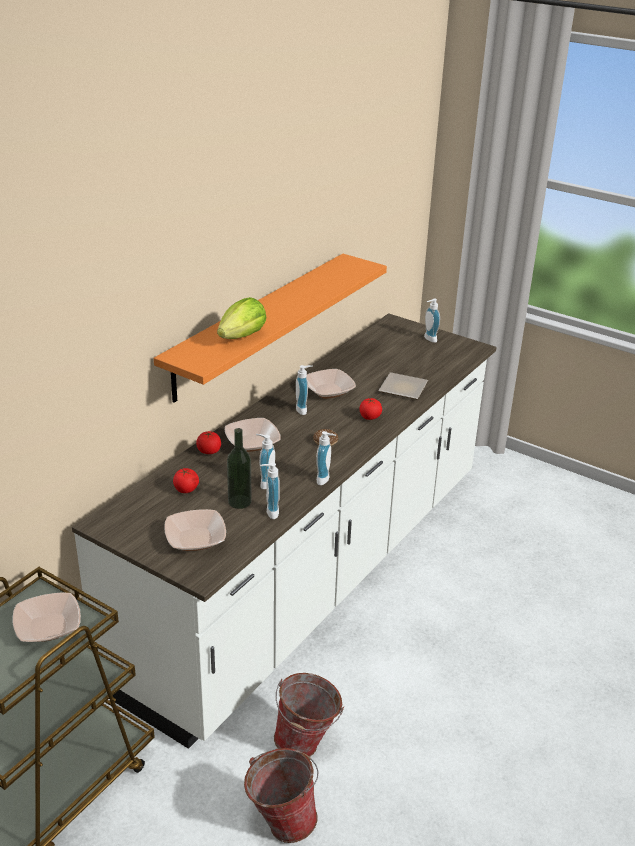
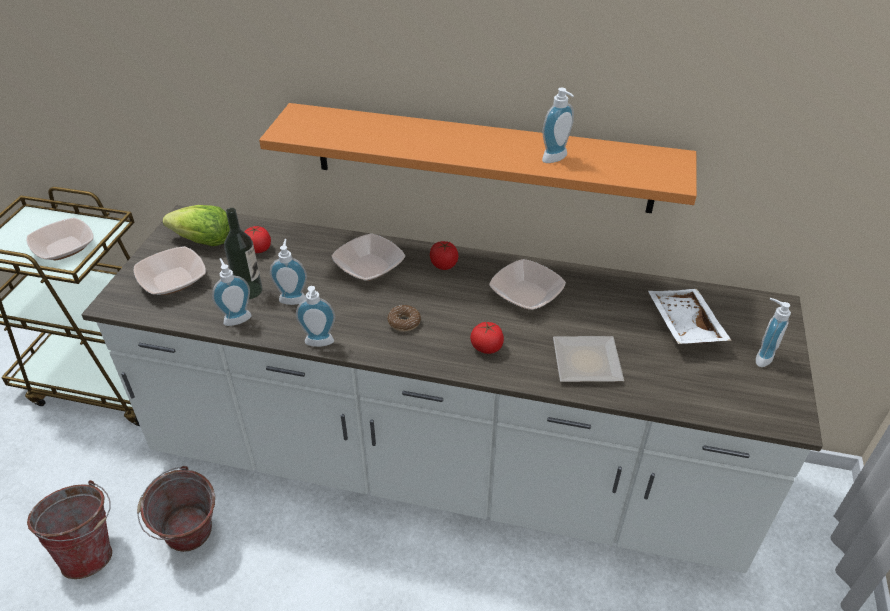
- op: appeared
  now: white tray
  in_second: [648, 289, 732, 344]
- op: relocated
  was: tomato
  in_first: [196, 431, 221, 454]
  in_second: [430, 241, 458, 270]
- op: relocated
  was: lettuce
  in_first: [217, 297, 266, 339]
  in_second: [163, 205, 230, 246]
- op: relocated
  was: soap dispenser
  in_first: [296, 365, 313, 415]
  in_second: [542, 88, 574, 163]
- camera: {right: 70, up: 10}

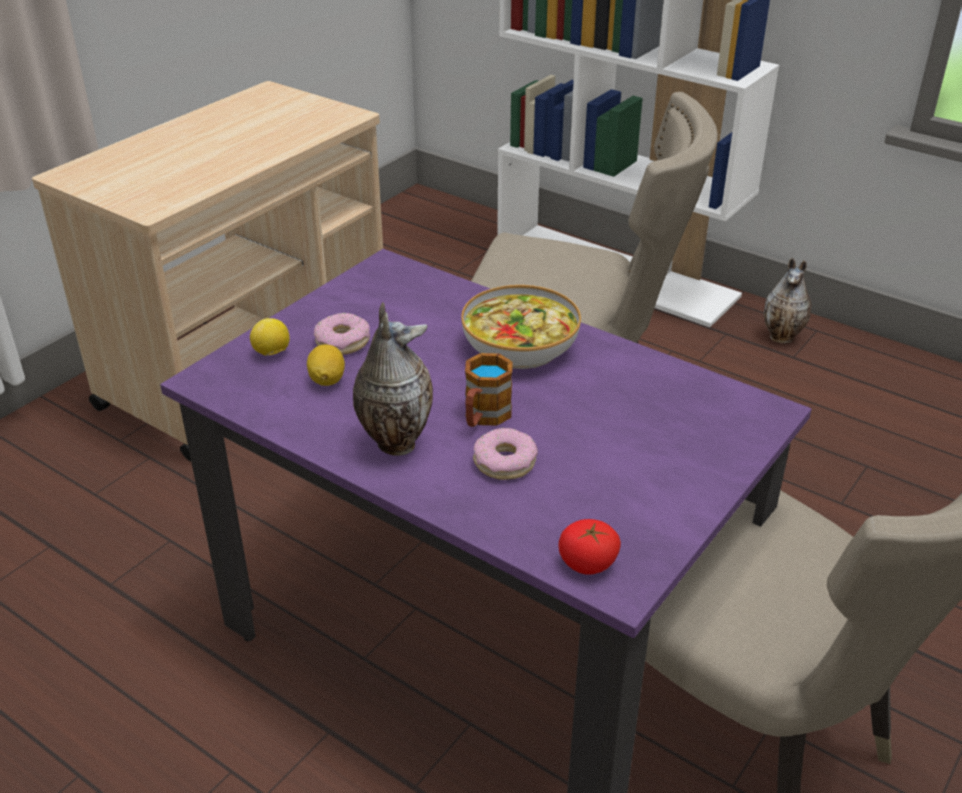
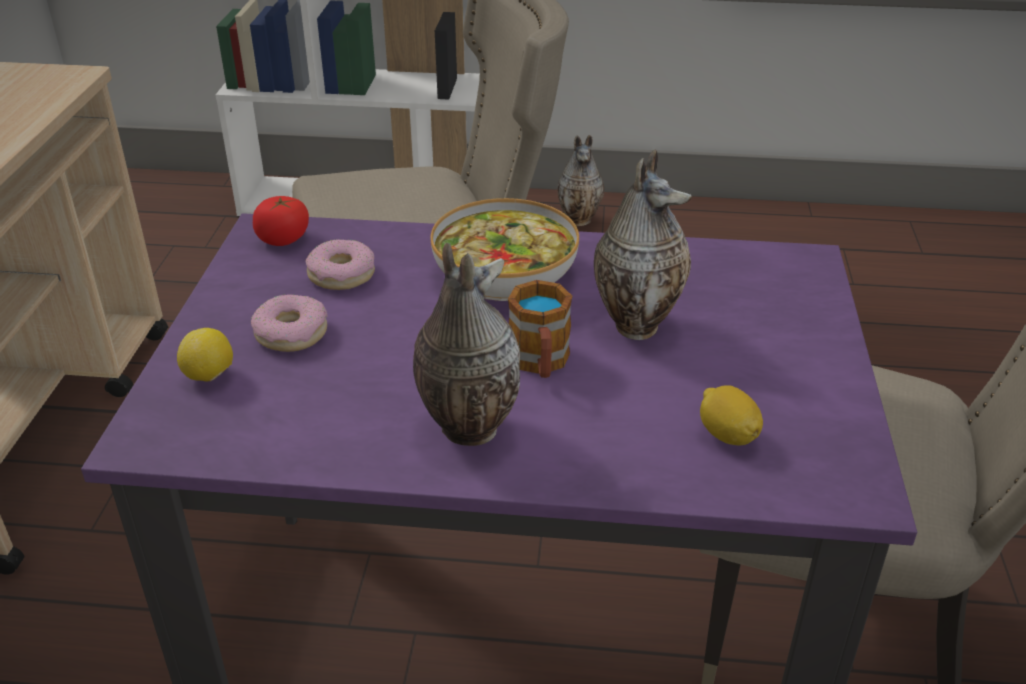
- op: appeared
  now: vase
  in_second: [594, 149, 692, 340]
- op: relocated
  was: lemon
  in_first: [307, 344, 345, 386]
  in_second: [700, 385, 763, 445]
- op: relocated
  was: donut
  in_first: [473, 428, 538, 480]
  in_second: [305, 239, 375, 290]
- op: relocated
  was: tomato
  in_first: [558, 519, 621, 575]
  in_second: [253, 196, 309, 246]
- camera: {right: -30, up: 0}

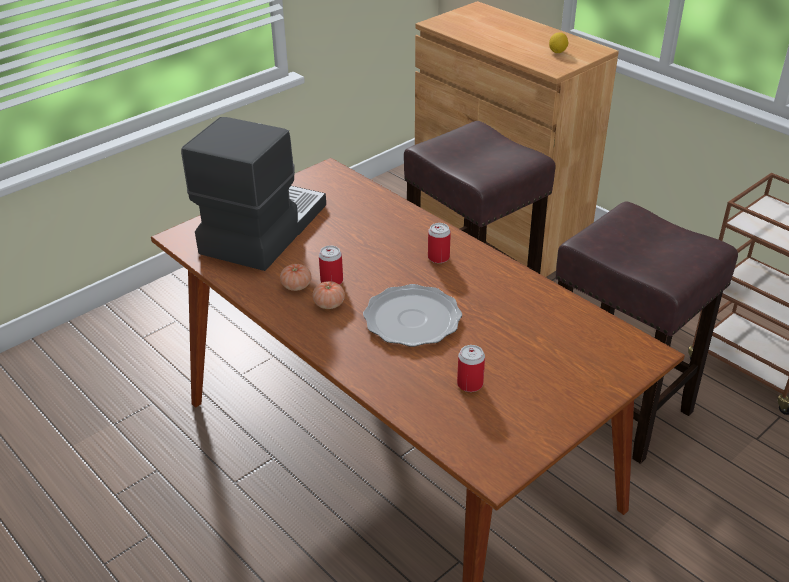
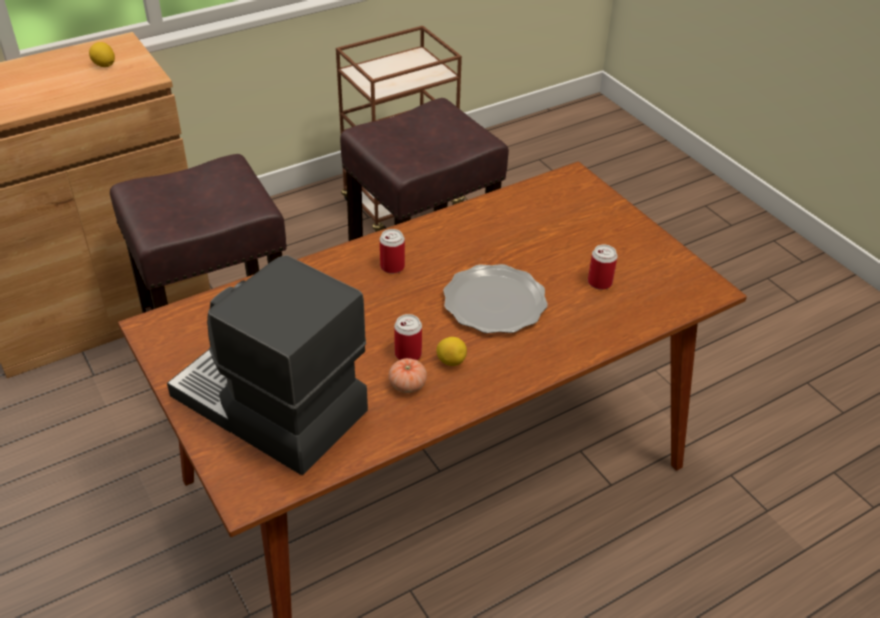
- op: exchanged
  was: tomato
  now: lemon
  in_first: [312, 281, 345, 309]
  in_second: [436, 337, 467, 366]
- camera: {right: -80, up: 5}

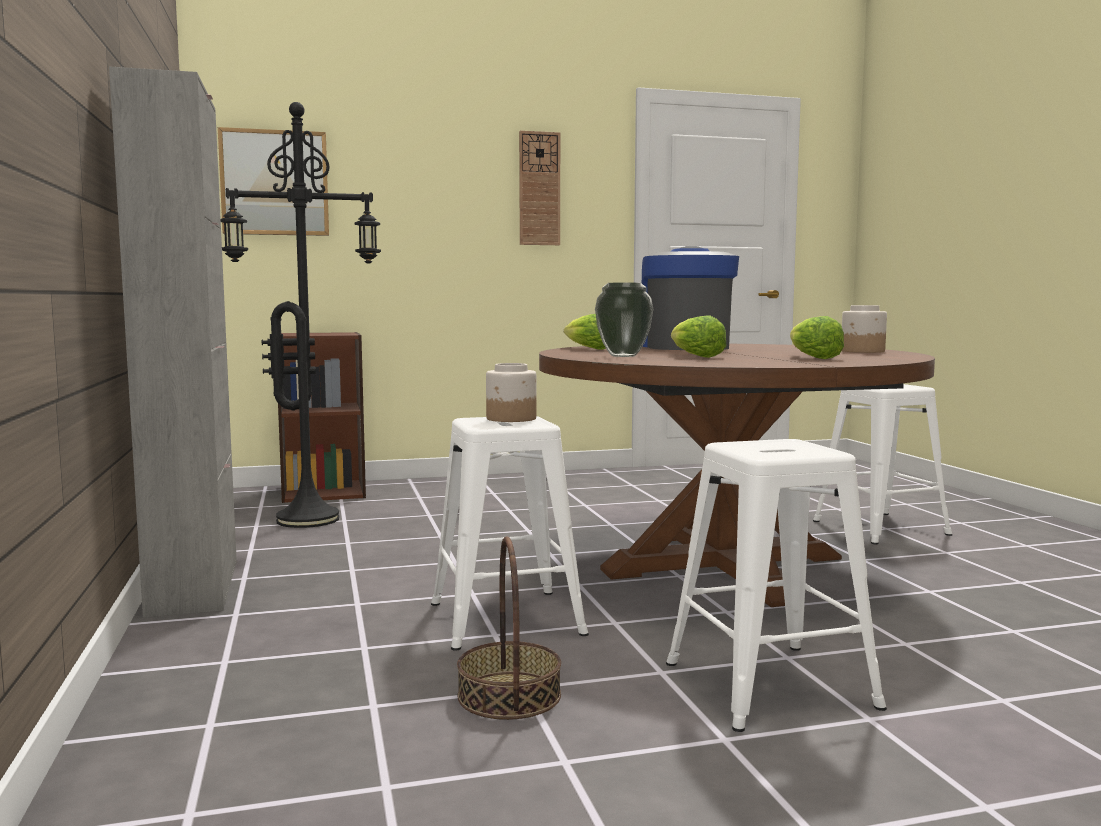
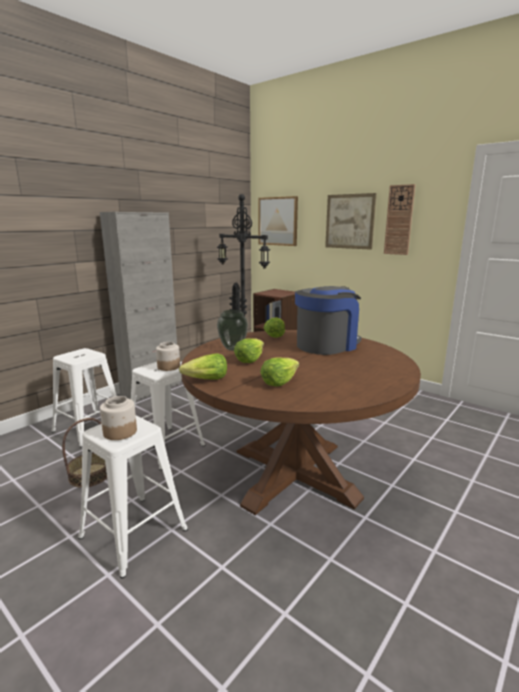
- op: appeared
  now: lettuce
  in_second: [179, 353, 227, 380]
- op: appeared
  now: picture
  in_second: [325, 193, 377, 250]
- op: relocated
  was: white stool
  in_first: [813, 384, 952, 544]
  in_second: [51, 348, 117, 447]
- op: relocated
  was: jar
  in_first: [842, 305, 887, 353]
  in_second: [100, 396, 137, 440]
- camera: {right: 55, up: 10}

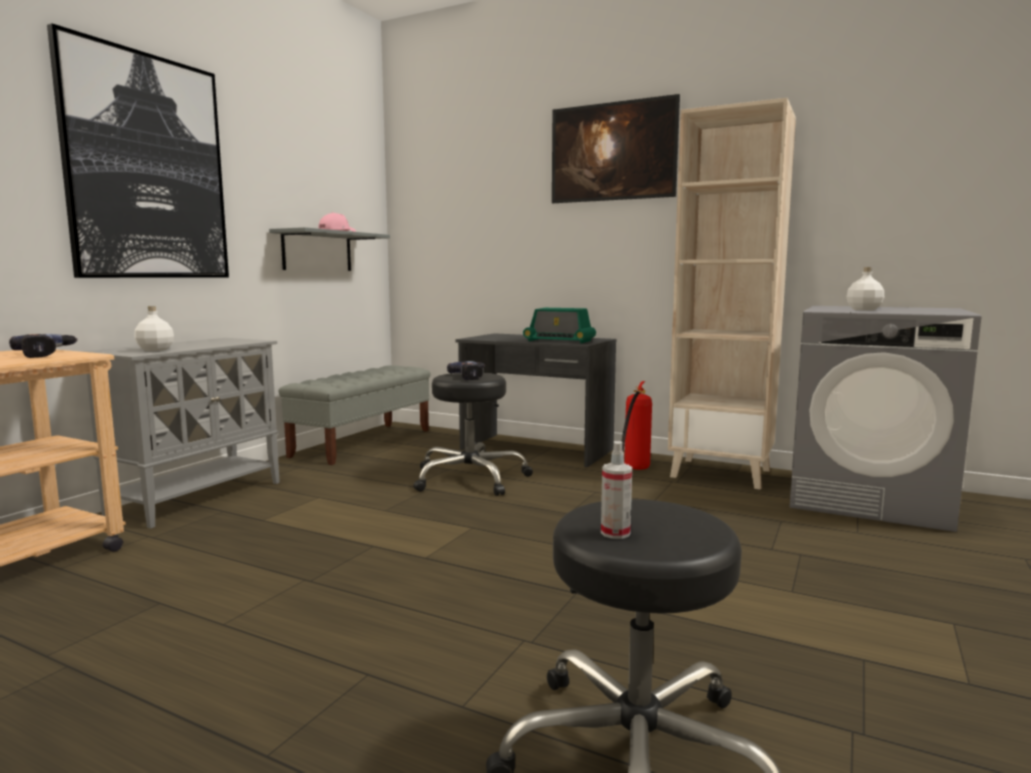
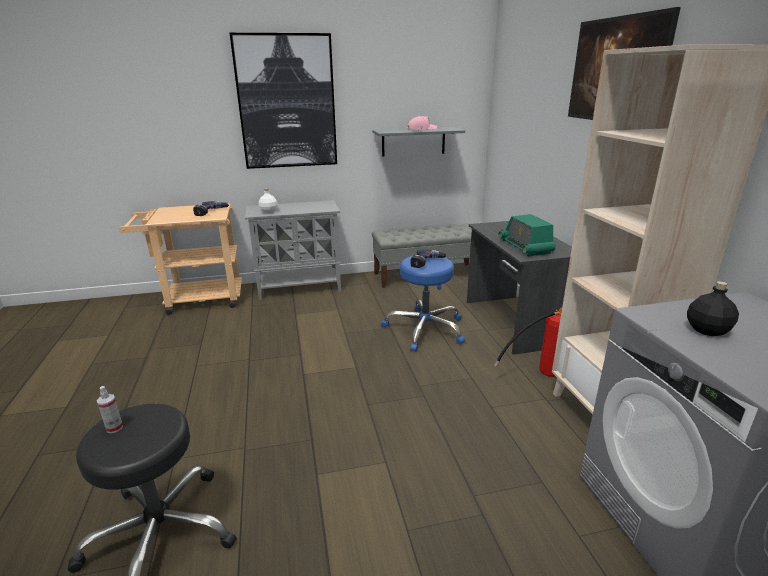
- op: colour
  was: black stool
  now: blue stool
  in_first: [413, 373, 533, 496]
  in_second: [381, 256, 465, 352]
- op: colour
  was: white bottle
  now: black bottle
  in_first: [846, 267, 884, 310]
  in_second: [687, 281, 739, 336]
- camera: {right: 50, up: 15}

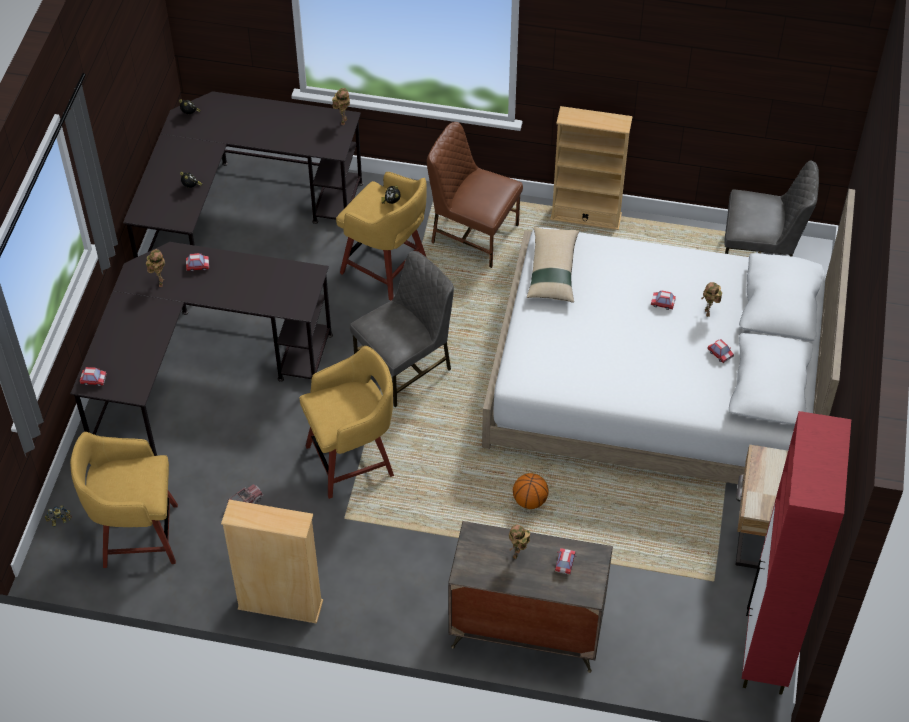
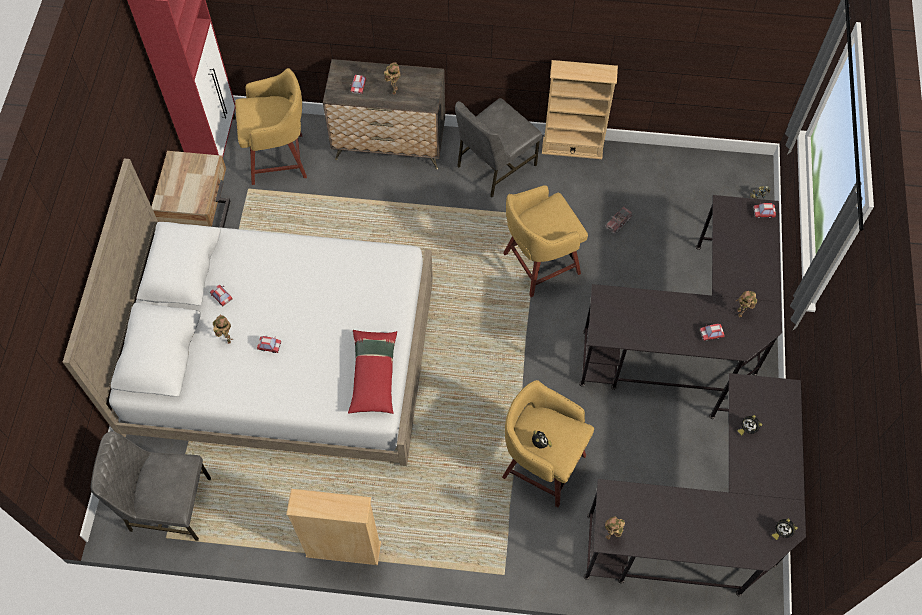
- op: missing
  was: brown chair
  in_first: [427, 122, 523, 268]
- op: missing
  was: basketball
  in_first: [513, 473, 549, 509]
- op: relocated
  was: yellow stool
  in_first: [70, 432, 178, 568]
  in_second: [235, 68, 307, 185]
- op: relocated
  was: grey chair
  in_first: [350, 251, 454, 407]
  in_second: [455, 98, 542, 197]
- op: colour
  was: beige pillow
  now: red pillow
  in_first: [527, 227, 579, 303]
  in_second: [348, 330, 397, 414]
- camera: {right: 175, up: 10}

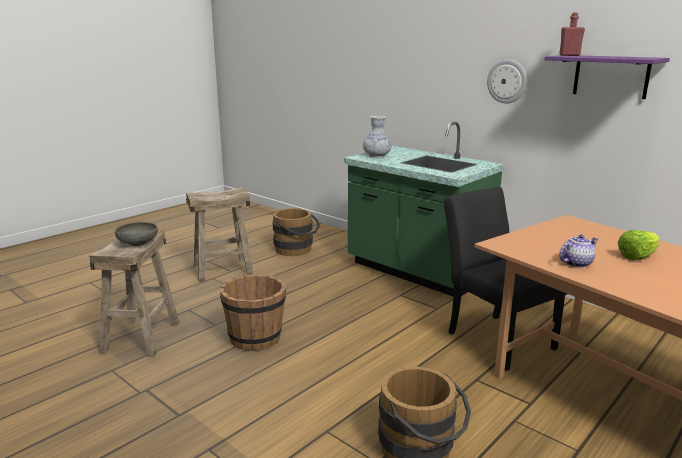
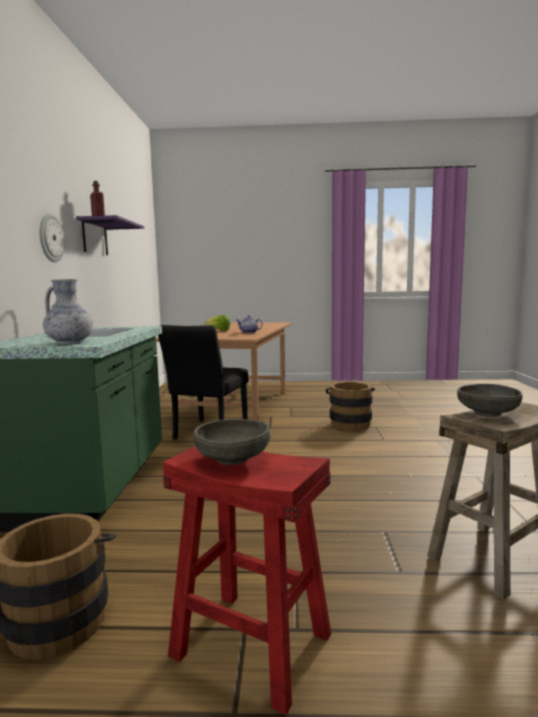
- op: missing
  was: brown bucket
  in_first: [220, 275, 287, 351]
- op: appeared
  now: grey bowl
  in_second: [194, 419, 270, 465]
- op: colour
  was: beige stool
  now: red stool
  in_first: [186, 187, 254, 282]
  in_second: [163, 446, 331, 715]
- camera: {right: -130, up: -10}

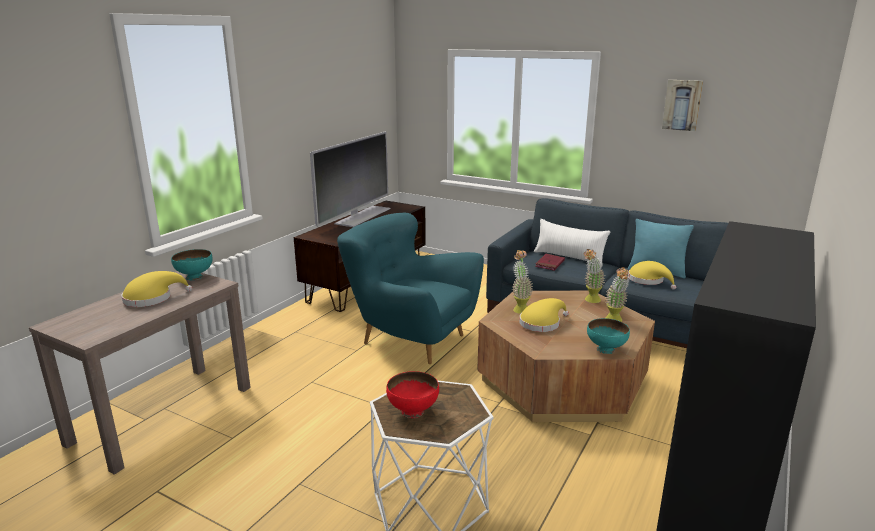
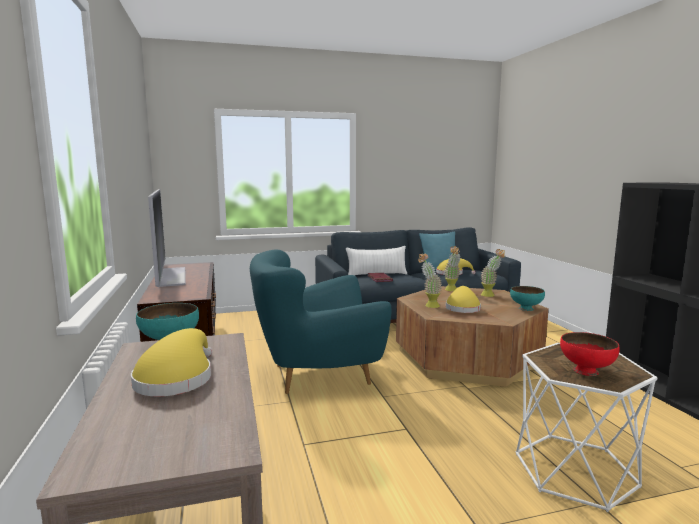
- op: missing
  was: picture
  in_first: [662, 80, 703, 131]
- camera: {right: -45, up: -10}

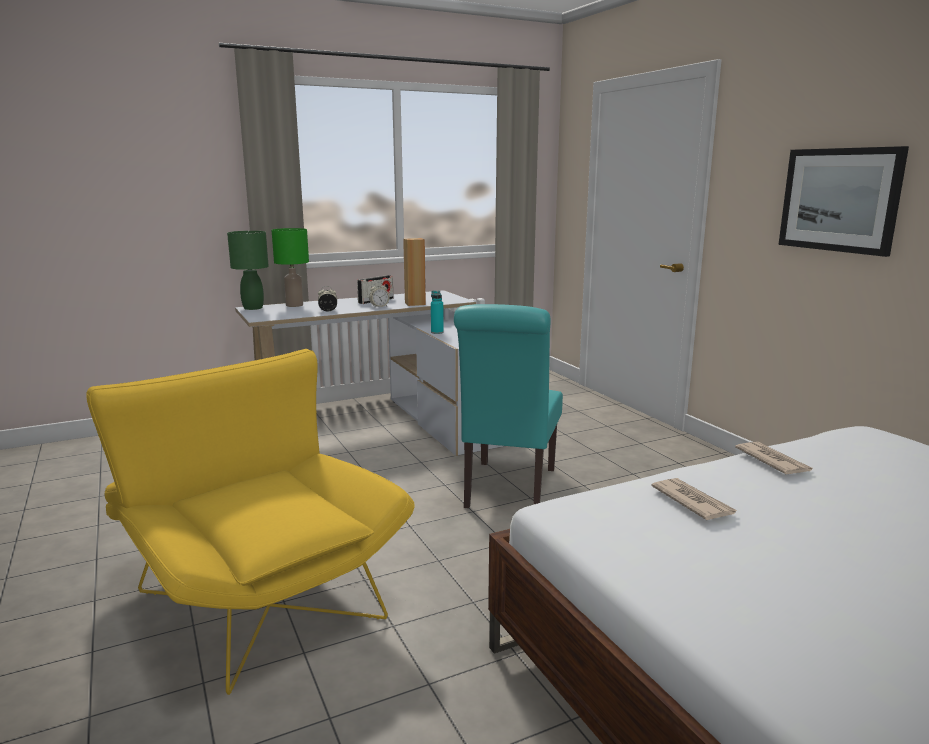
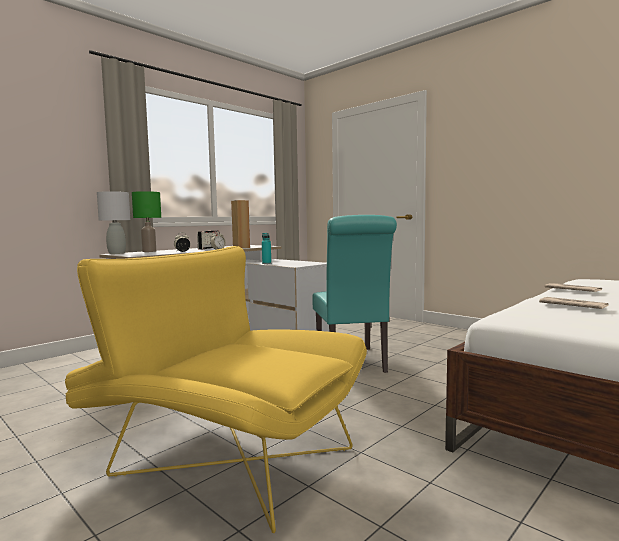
- op: missing
  was: picture
  in_first: [778, 146, 909, 257]
- op: colour
  was: green table lamp
  now: grey table lamp
  in_first: [227, 231, 269, 310]
  in_second: [97, 191, 130, 254]
- camera: {right: -20, up: -10}

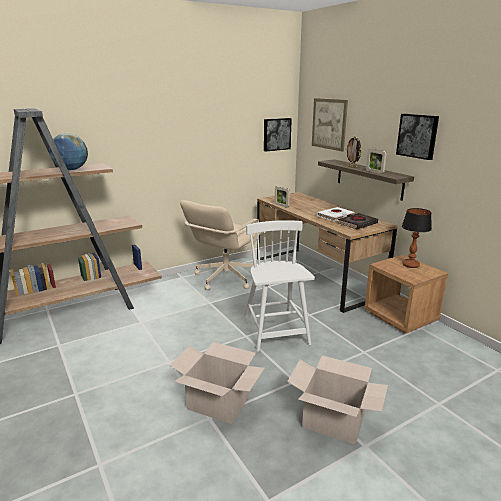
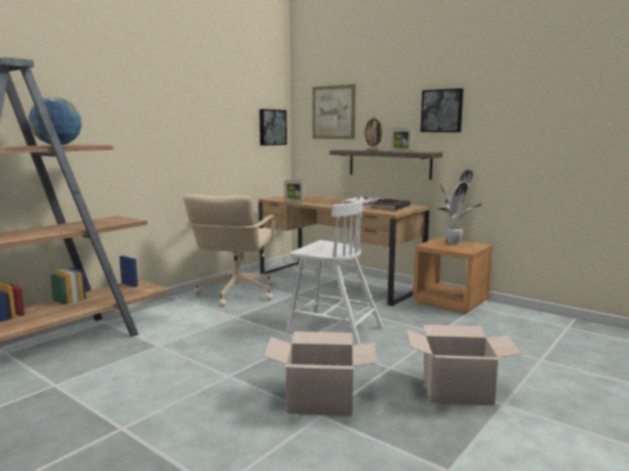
- op: exchanged
  was: table lamp
  now: potted plant
  in_first: [402, 208, 432, 268]
  in_second: [437, 170, 482, 244]
- op: spun
  was: white chair
  in_first: [244, 220, 315, 352]
  in_second: [286, 197, 383, 345]
  clockwise: 150
- camera: {right: -20, up: -10}

